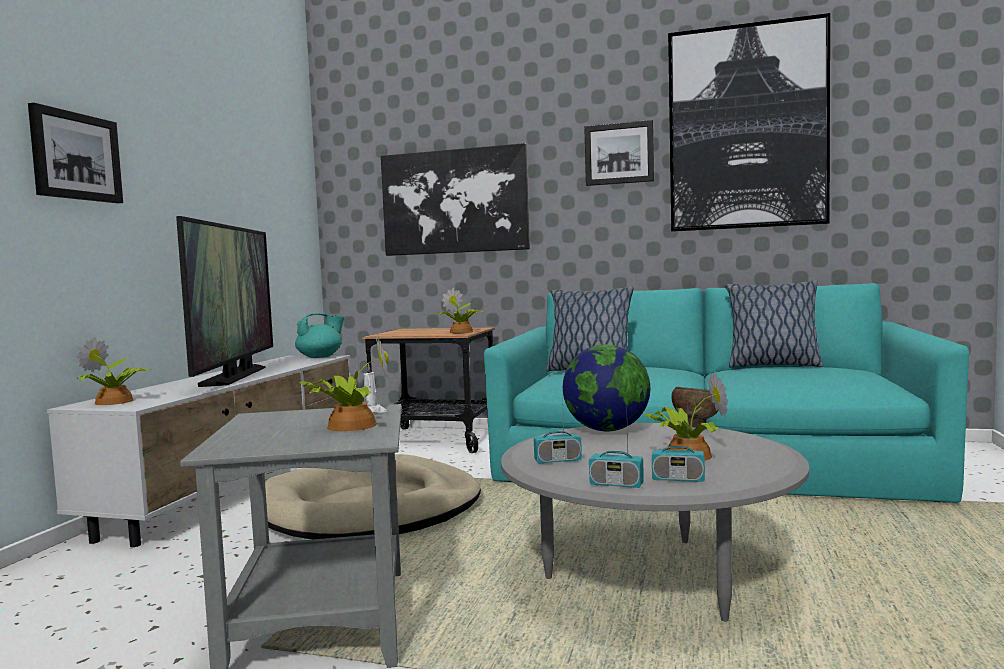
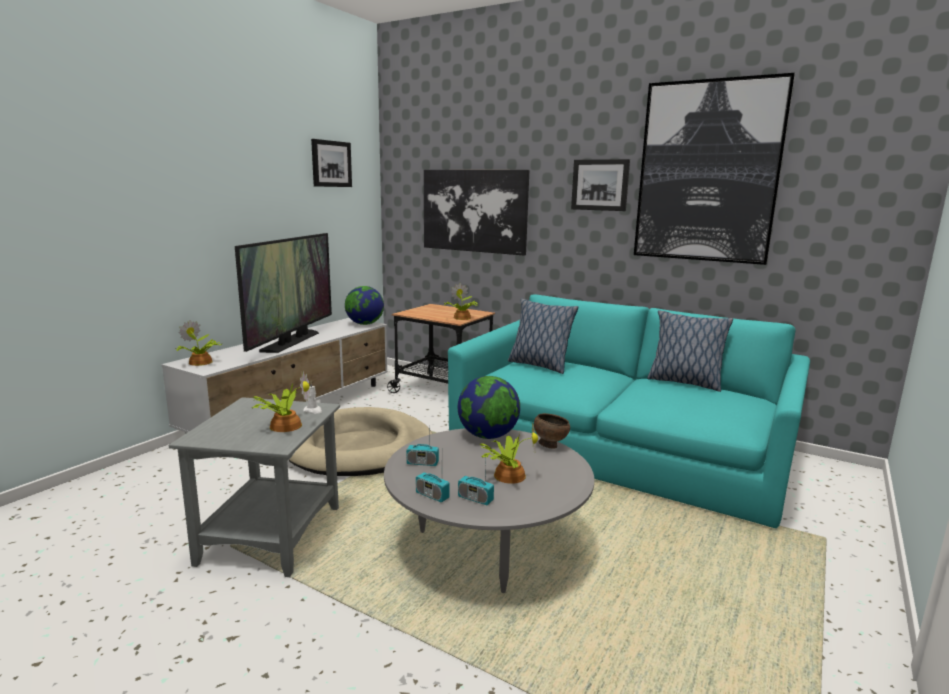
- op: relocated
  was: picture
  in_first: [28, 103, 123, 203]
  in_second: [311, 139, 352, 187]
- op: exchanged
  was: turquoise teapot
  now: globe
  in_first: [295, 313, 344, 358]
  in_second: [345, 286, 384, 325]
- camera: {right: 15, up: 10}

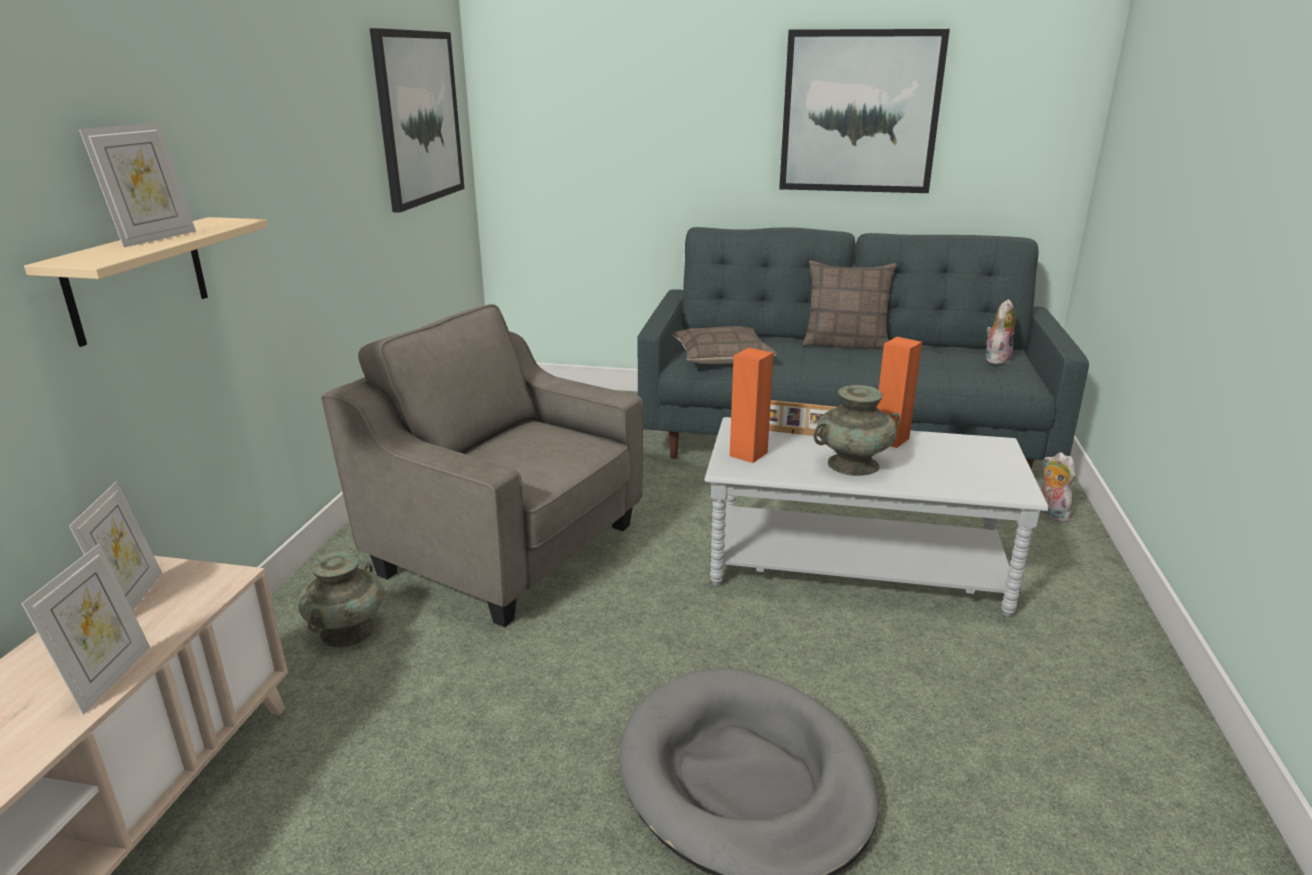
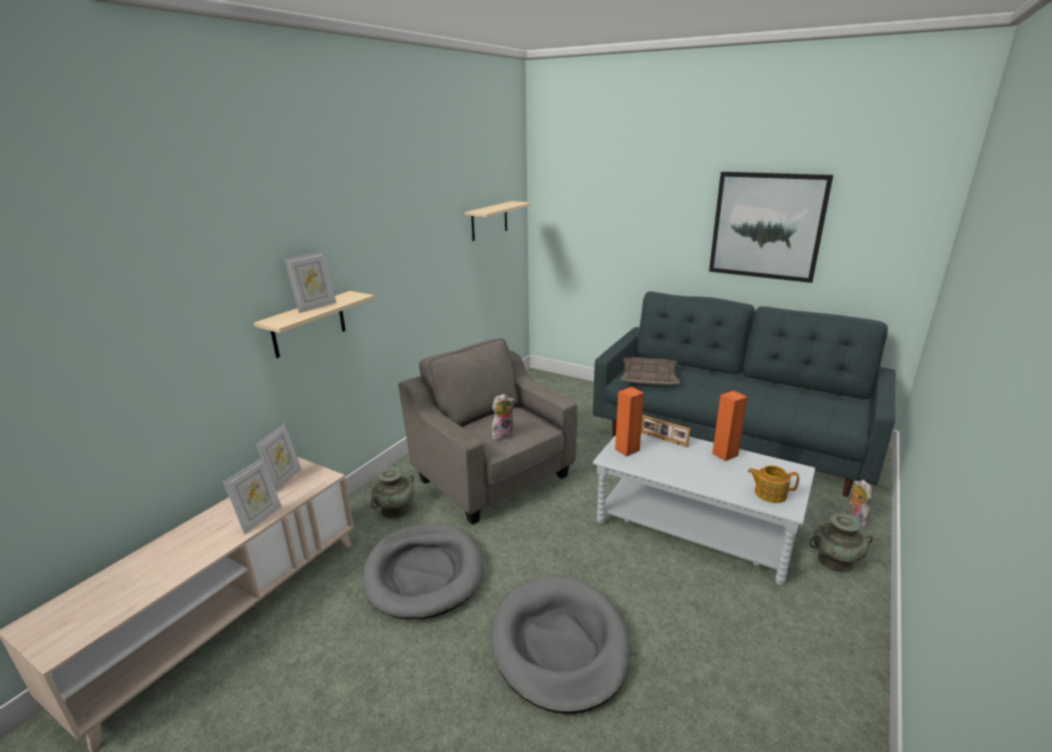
- op: missing
  was: pillow
  in_first: [803, 260, 897, 349]
- op: appeared
  now: grey dog bed
  in_second: [363, 523, 483, 619]
- op: appeared
  now: teapot
  in_second: [748, 466, 800, 503]
- op: relocated
  was: turquoise vase
  in_first: [813, 385, 900, 476]
  in_second: [809, 513, 873, 573]
- op: relocated
  was: plush toy
  in_first: [986, 299, 1016, 365]
  in_second: [492, 394, 516, 440]
- op: exchanged
  was: picture
  now: beige shelf
  in_first: [370, 28, 465, 213]
  in_second: [465, 201, 532, 241]
- camera: {right: 20, up: 0}

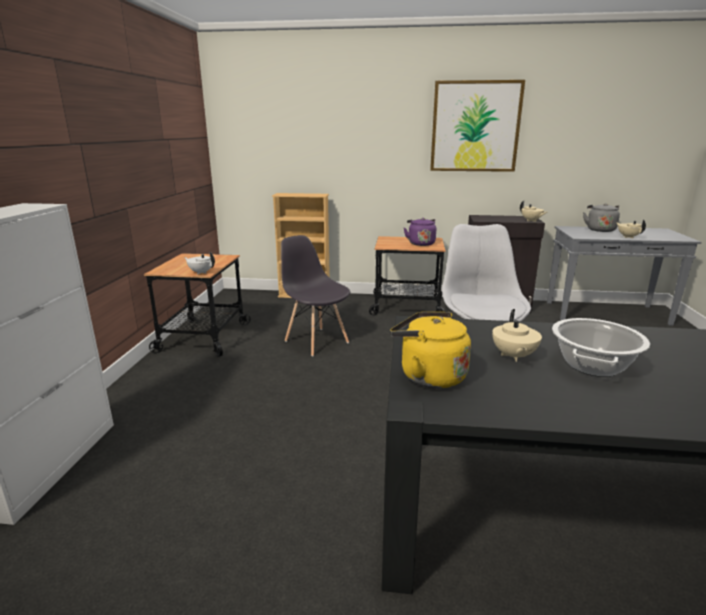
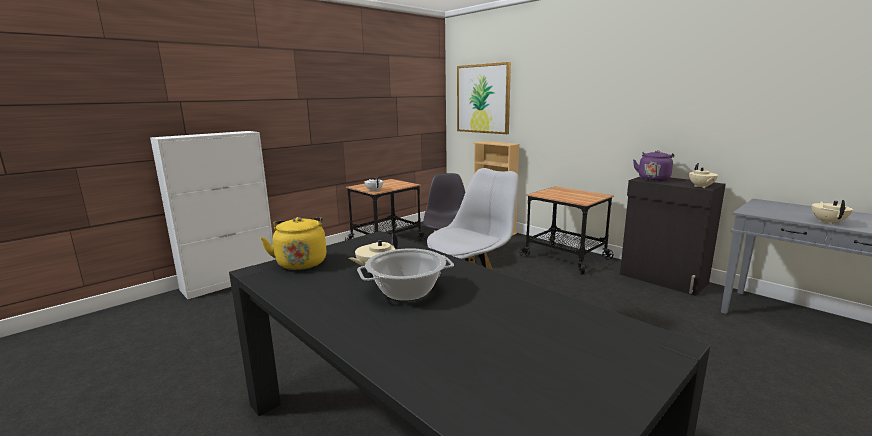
- op: missing
  was: grey kettle
  in_first: [583, 203, 620, 232]
- op: relocated
  was: purple kettle
  in_first: [404, 218, 436, 246]
  in_second: [633, 150, 674, 181]
- op: relocated
  was: picture
  in_first: [430, 80, 525, 172]
  in_second: [457, 62, 511, 134]
- camera: {right: 40, up: -5}

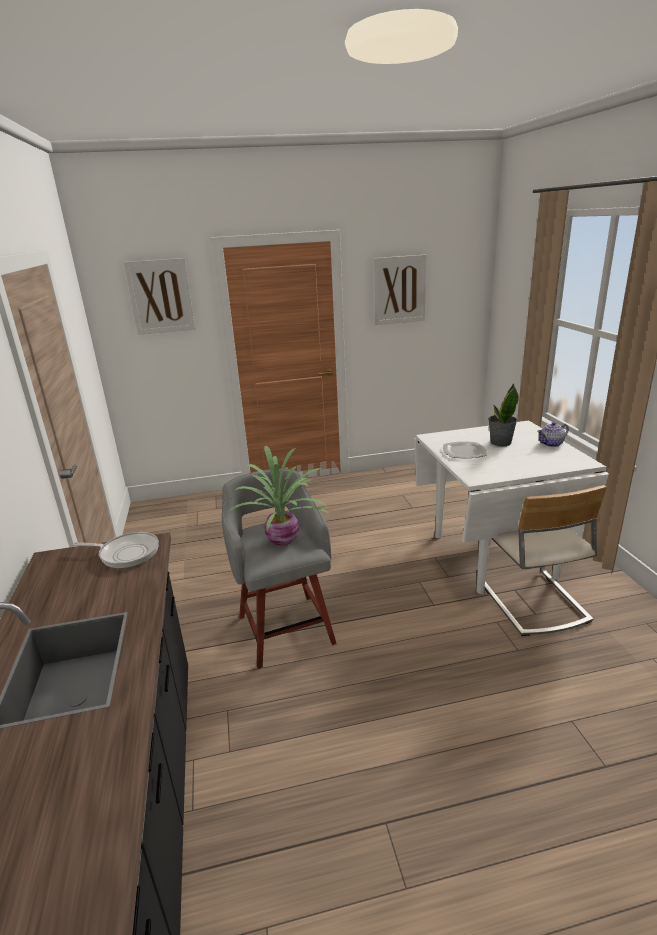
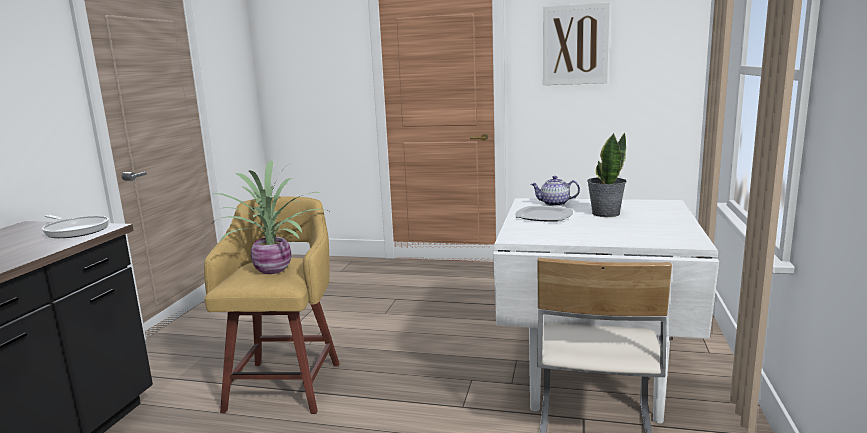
- op: missing
  was: picture
  in_first: [124, 258, 195, 335]
- op: relocated
  was: teapot
  in_first: [537, 422, 569, 447]
  in_second: [531, 176, 580, 206]
- op: colour
  was: grey stool
  now: yellow stool
  in_first: [222, 469, 337, 669]
  in_second: [204, 196, 340, 414]
- camera: {right: 25, up: -10}

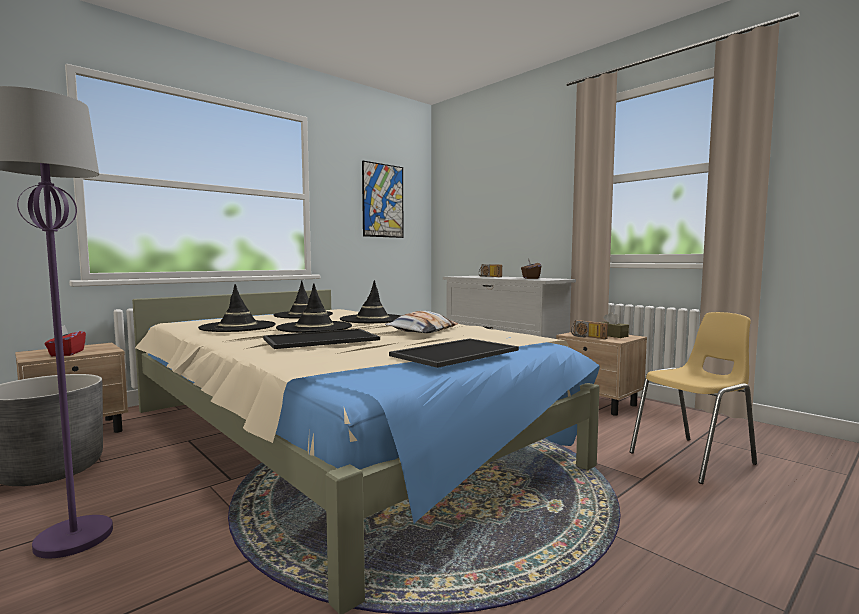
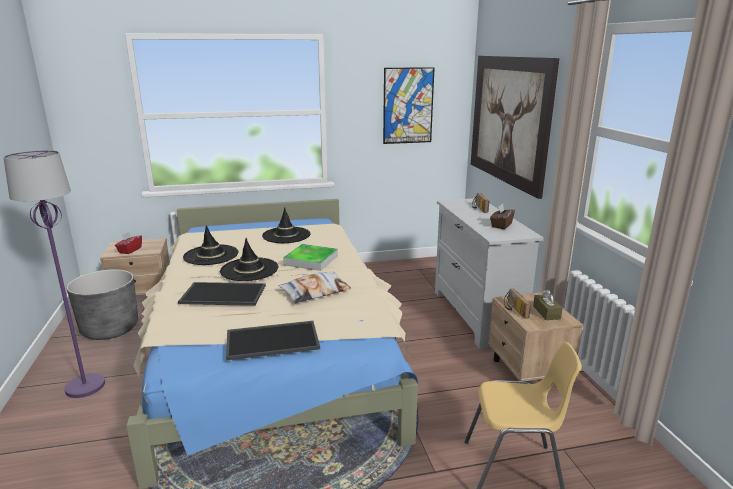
- op: appeared
  now: picture
  in_second: [471, 56, 559, 199]
- op: exchanged
  was: black hat
  now: tray
  in_first: [340, 280, 401, 323]
  in_second: [283, 244, 338, 271]
- camera: {right: 30, up: 15}

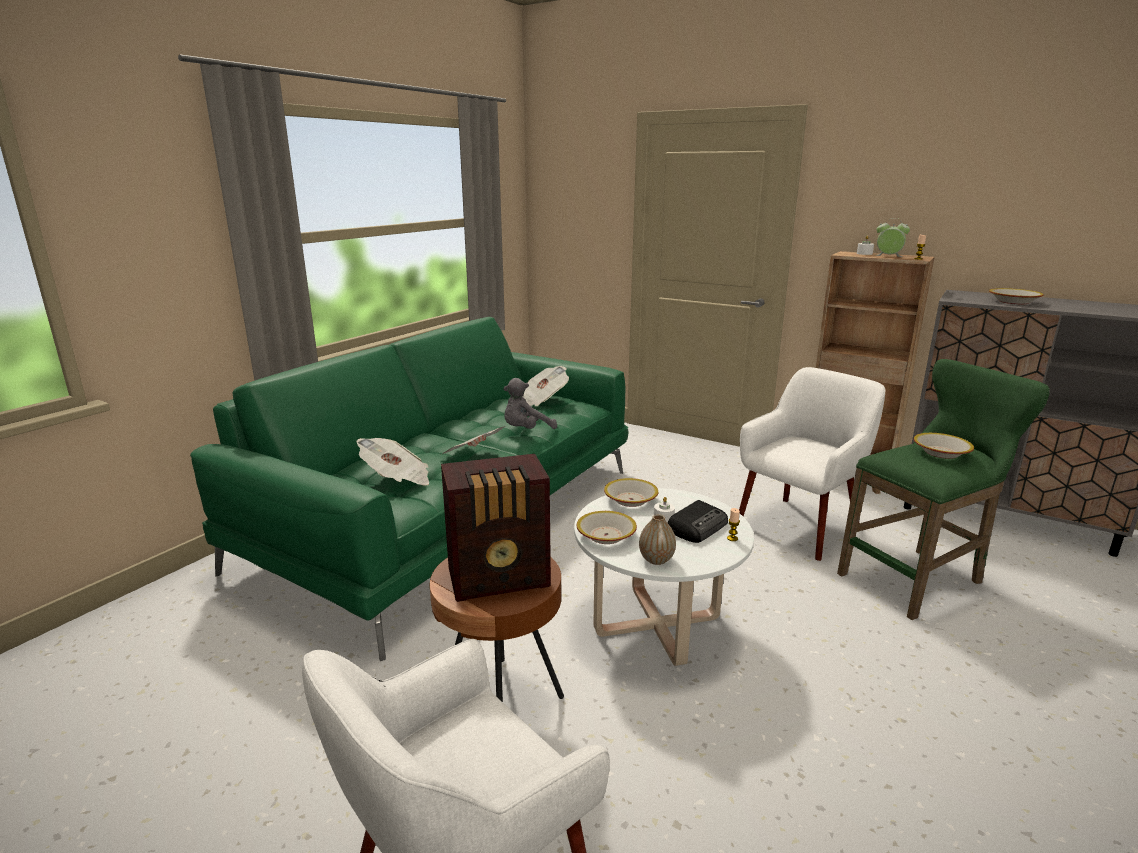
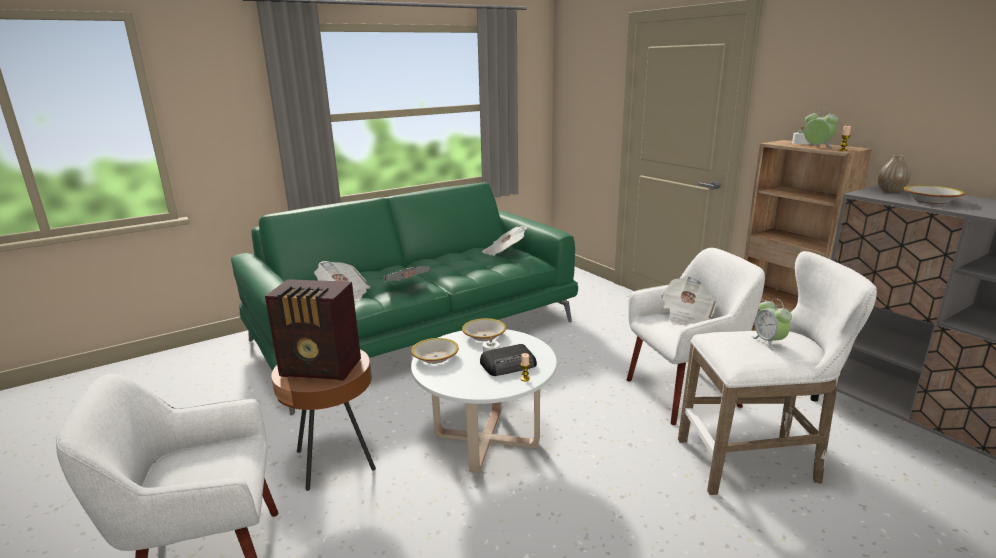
- op: missing
  was: grey plush toy
  in_first: [503, 378, 557, 429]
- op: appeared
  now: newspaper
  in_second: [662, 276, 717, 325]
- op: relocated
  was: vase
  in_first: [639, 514, 676, 565]
  in_second: [878, 155, 911, 193]
- op: exchanged
  was: bowl
  now: alarm clock
  in_first: [913, 433, 974, 459]
  in_second: [752, 298, 792, 350]
- op: colour
  was: green stool
  now: white stool
  in_first: [837, 359, 1050, 620]
  in_second: [678, 251, 877, 495]
- camera: {right: 25, up: 0}

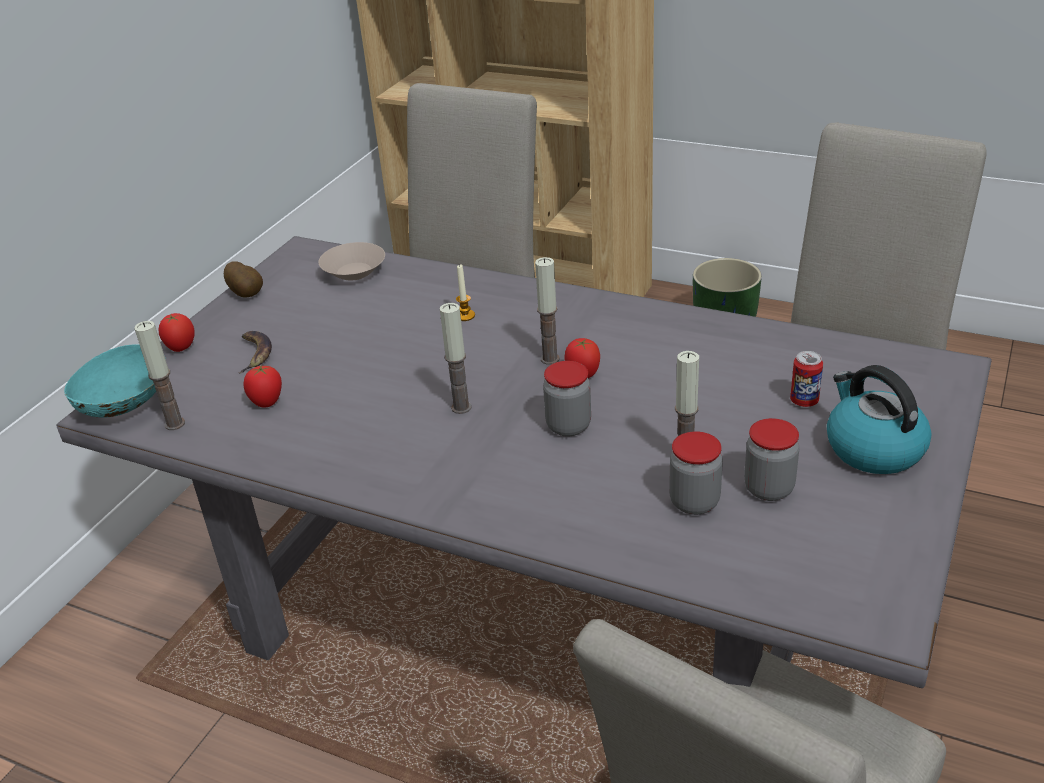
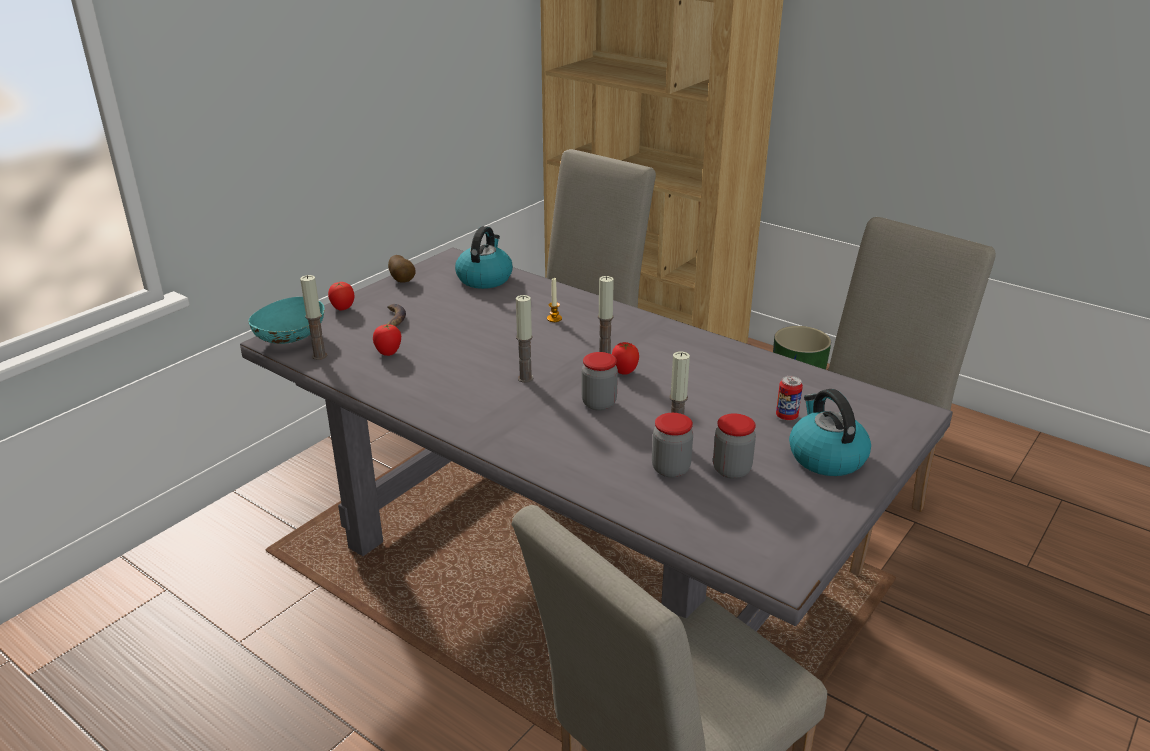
- op: exchanged
  was: beige bowl
  now: kettle
  in_first: [318, 242, 385, 280]
  in_second: [455, 226, 513, 289]
- camera: {right: 10, up: -5}

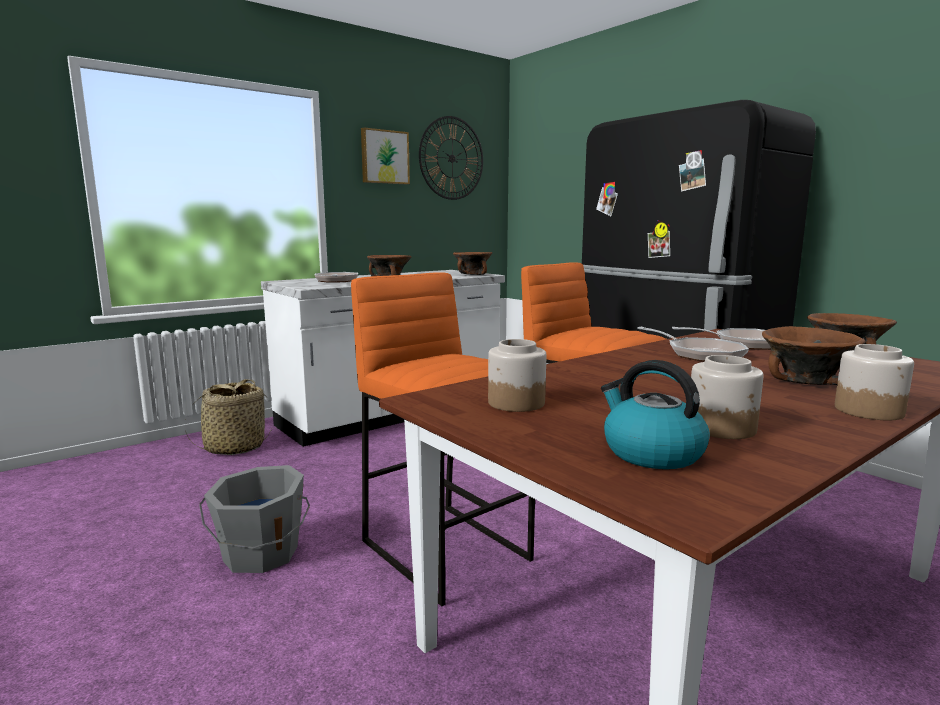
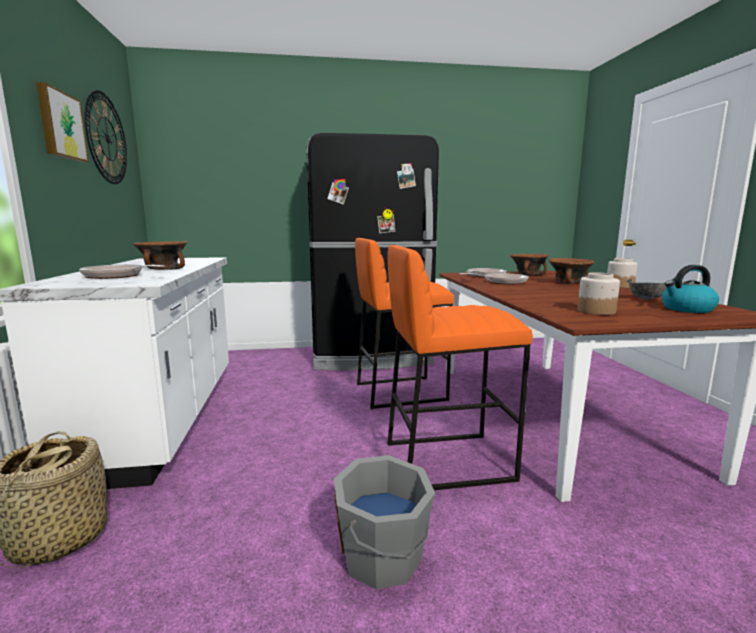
- op: missing
  was: brown bowl
  in_first: [453, 252, 492, 275]
- op: exchanged
  was: jar
  now: grey bowl
  in_first: [691, 355, 763, 439]
  in_second: [626, 279, 667, 300]
- camera: {right: -60, up: 0}

